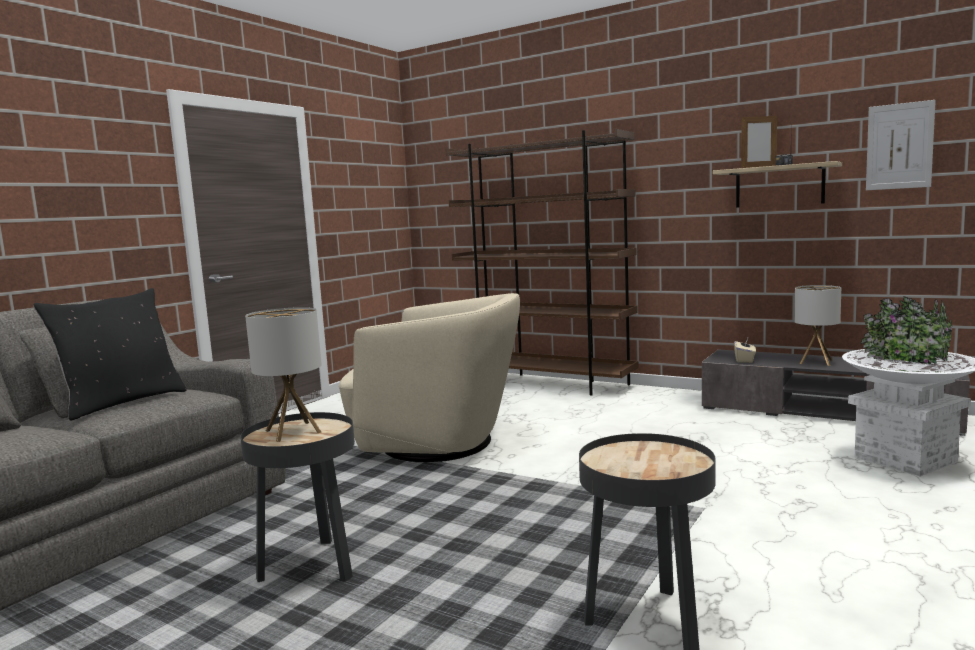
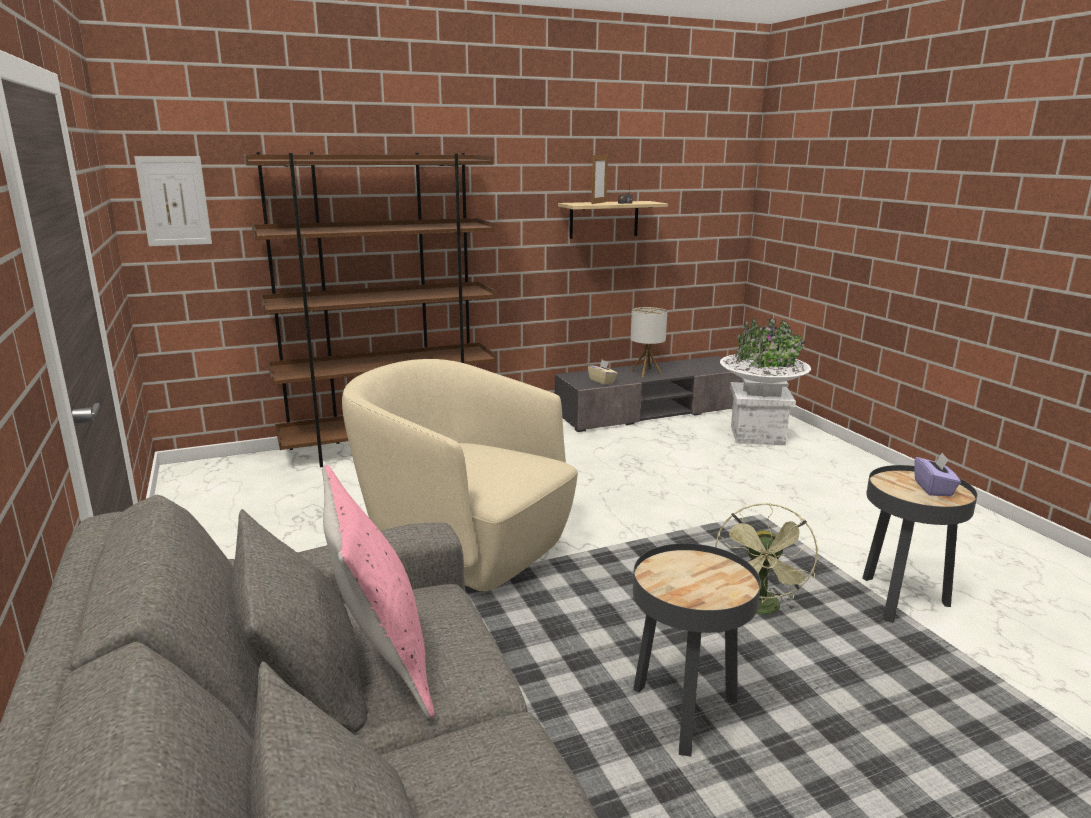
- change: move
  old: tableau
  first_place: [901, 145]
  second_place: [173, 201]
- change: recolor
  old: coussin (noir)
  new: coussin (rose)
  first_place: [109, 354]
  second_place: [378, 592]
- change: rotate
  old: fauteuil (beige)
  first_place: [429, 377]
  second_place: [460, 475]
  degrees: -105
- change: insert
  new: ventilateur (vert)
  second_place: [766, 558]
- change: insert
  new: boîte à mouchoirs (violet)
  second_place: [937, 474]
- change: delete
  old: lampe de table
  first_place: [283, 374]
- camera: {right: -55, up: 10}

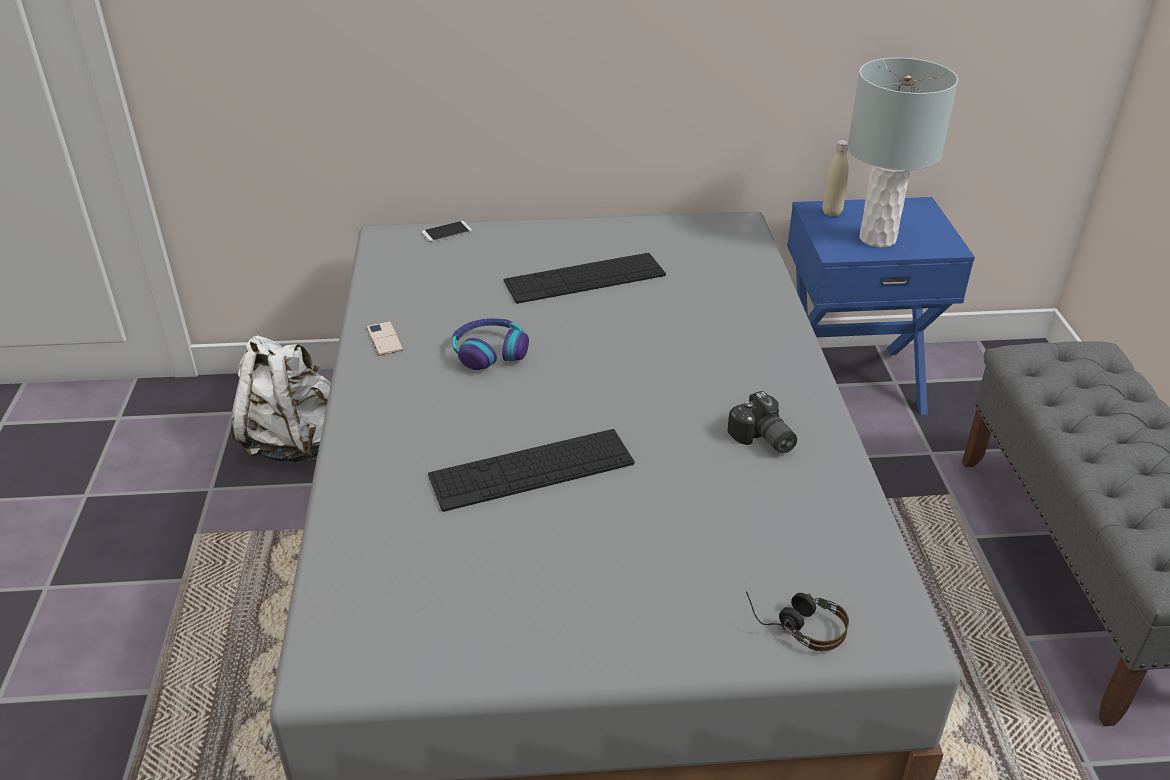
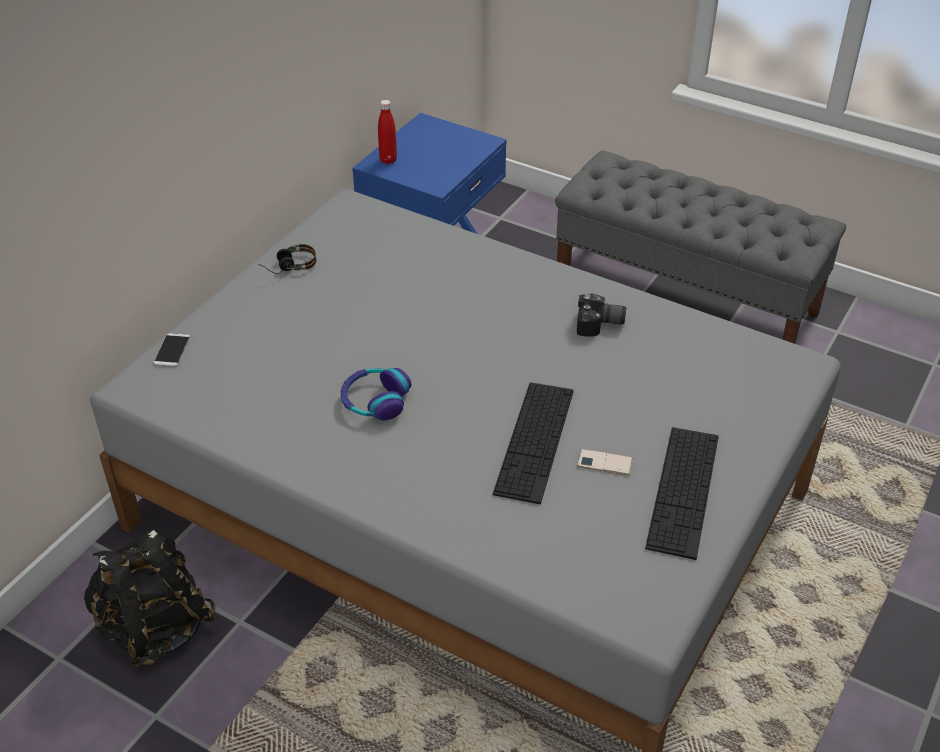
- change: recolor
  old: sac à dos (blanc)
  new: sac à dos (noir)
  first_place: [281, 399]
  second_place: [150, 597]
- change: move
  old: casque audio
  first_place: [797, 621]
  second_place: [287, 259]
- change: recolor
  old: bouteille (beige)
  new: bouteille (rouge)
  first_place: [836, 178]
  second_place: [387, 132]
- change: move
  old: téléphone
  first_place: [385, 338]
  second_place: [605, 462]
- change: move
  old: clavier
  first_place: [585, 278]
  second_place: [682, 493]
- change: delete
  old: lampe de table (gris)
  first_place: [902, 152]
- camera: {right: -55, up: 5}

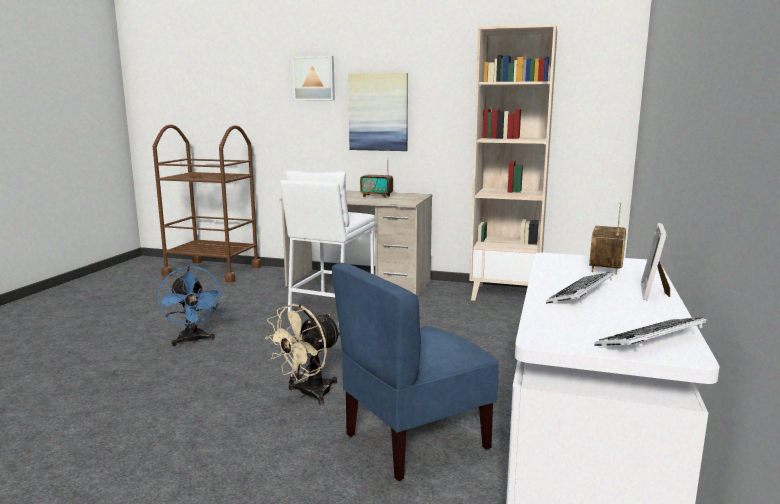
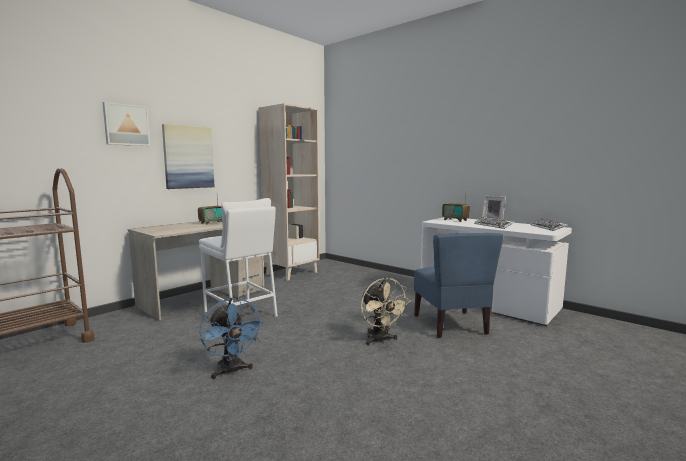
- change: rotate
  old: ventilateur (bleu)
  first_place: [190, 306]
  second_place: [232, 338]
  degrees: 60
- camera: {right: -65, up: -5}

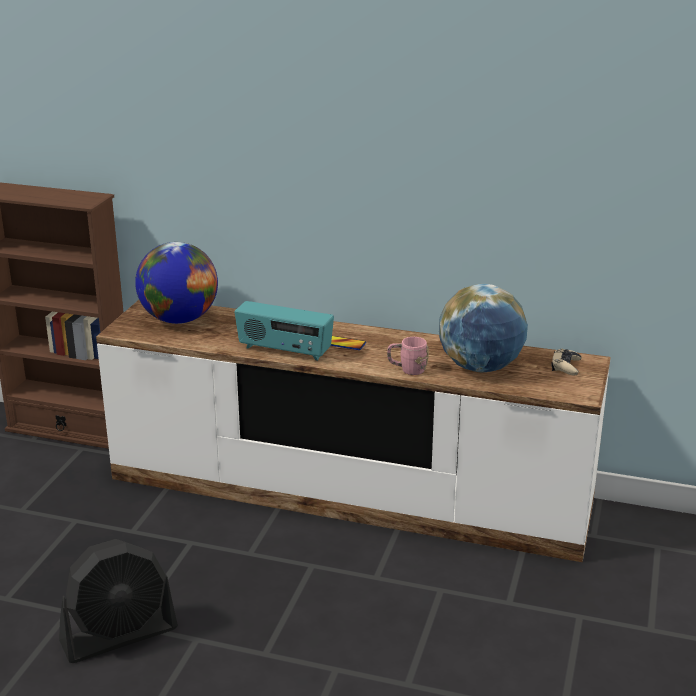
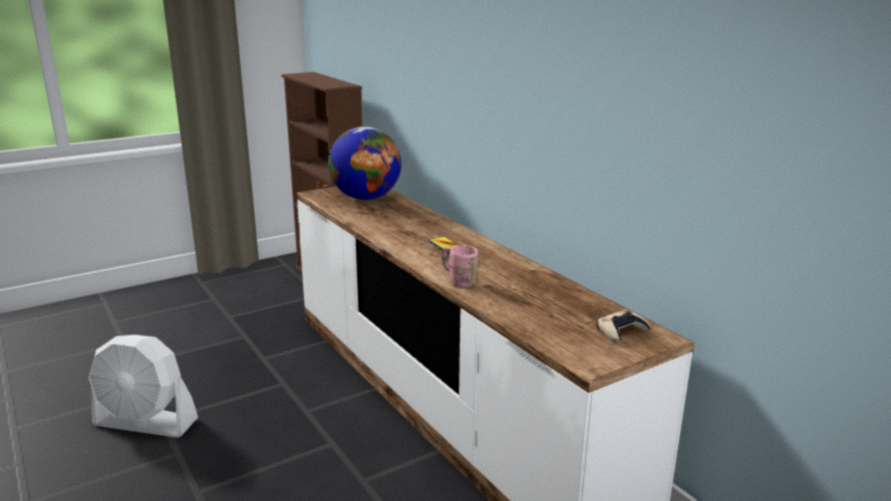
- change: recolor
  old: ventilateur (noir)
  new: ventilateur (blanc)
  first_place: [118, 601]
  second_place: [143, 386]
- change: delete
  old: radio
  first_place: [284, 331]
- change: delete
  old: globe
  first_place: [483, 328]
- camera: {right: 40, up: -5}

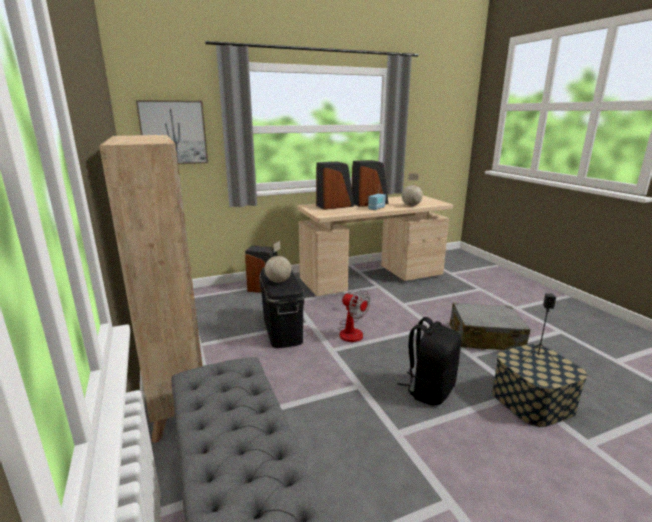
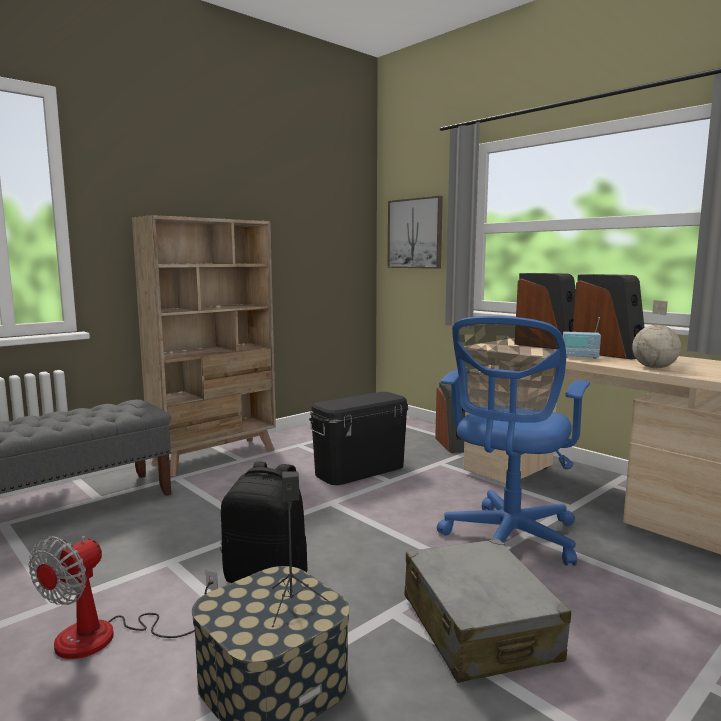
- change: move
  old: ventilateur
  first_place: [354, 316]
  second_place: [123, 597]
- change: insert
  new: chaise de bureau (bleu)
  second_place: [513, 441]
- change: delete
  old: globe
  first_place: [278, 262]
- camera: {right: 70, up: -10}

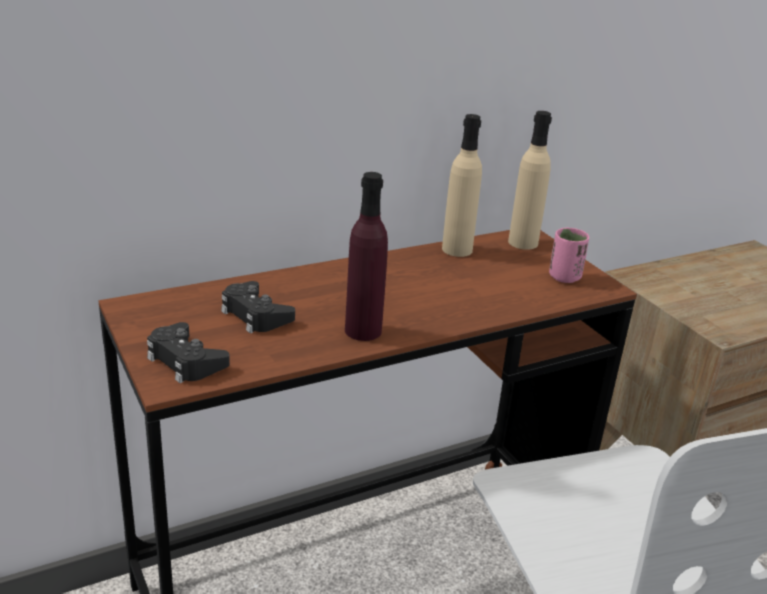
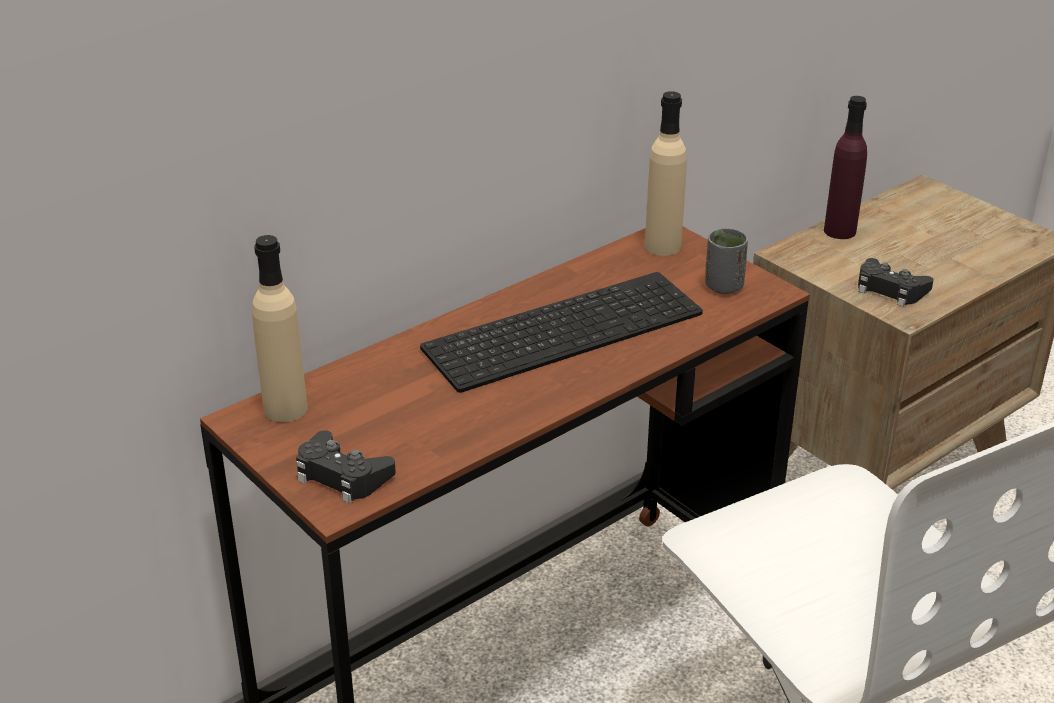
- change: move
  old: bouteille (beige)
  first_place: [462, 185]
  second_place: [280, 328]
- change: insert
  new: clavier
  second_place: [561, 332]
- change: recolor
  old: tasse (rose)
  new: tasse (gris)
  first_place: [569, 255]
  second_place: [726, 261]
- change: move
  old: bouteille (violet)
  first_place: [366, 256]
  second_place: [845, 167]
- change: move
  old: manette (noir)
  first_place: [258, 307]
  second_place: [896, 282]
- camera: {right: -10, up: 5}

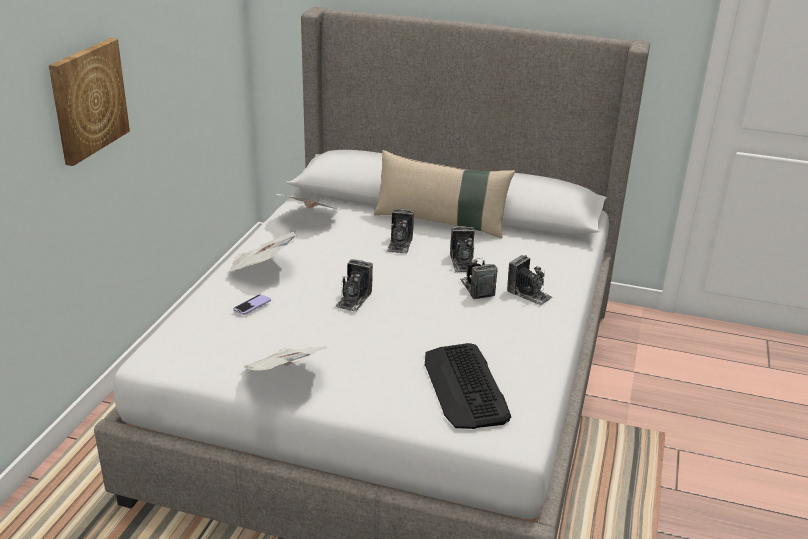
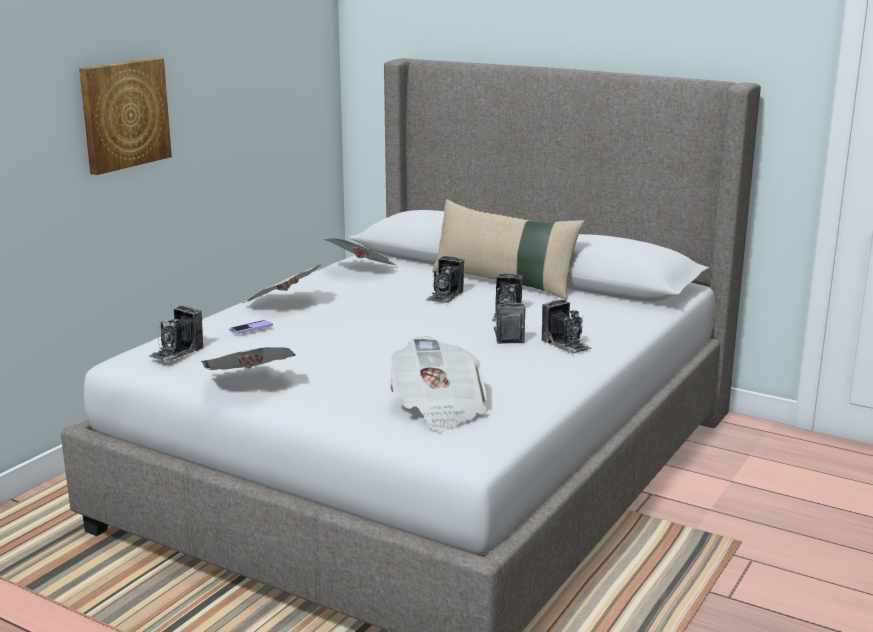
- change: move
  old: appareil photo
  first_place: [354, 285]
  second_place: [175, 333]
- change: replace
  old: clavier
  new: journal
  first_place: [468, 386]
  second_place: [439, 384]
- camera: {right: 15, up: -10}

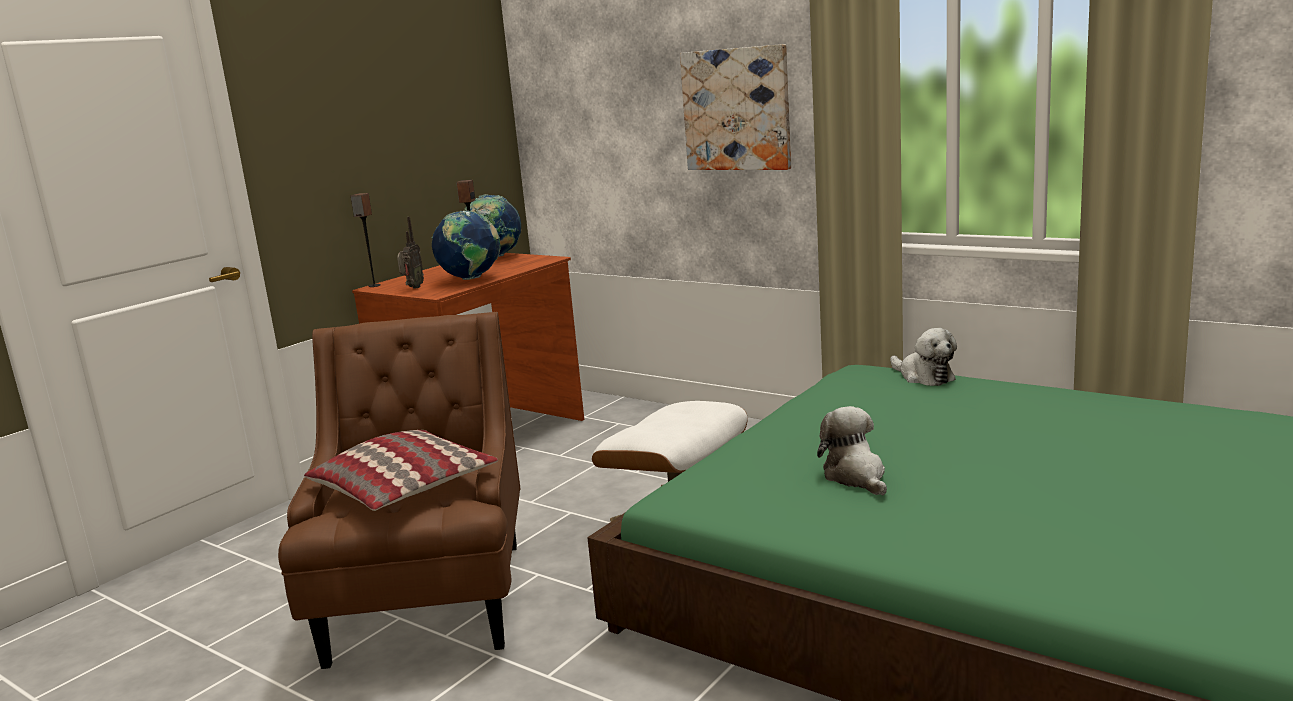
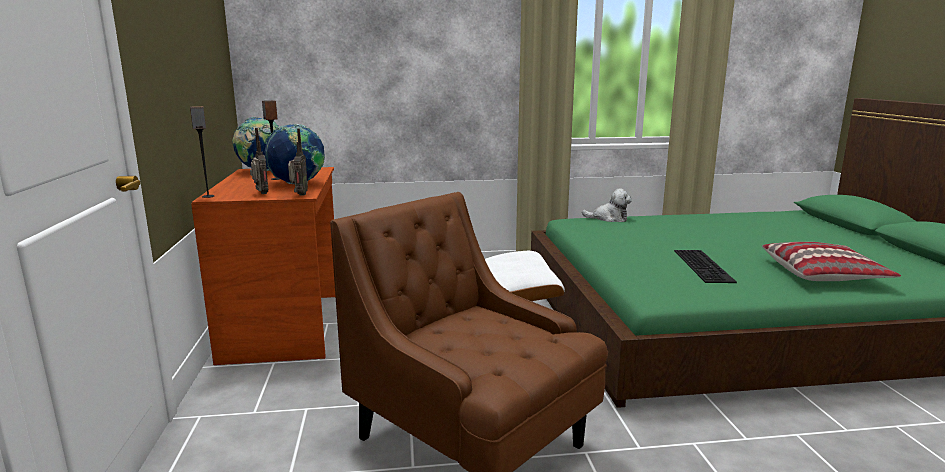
- change: insert
  new: radio
  second_place: [298, 162]
- change: replace
  old: peluche
  new: clavier
  first_place: [852, 451]
  second_place: [705, 266]
- change: move
  old: coussin
  first_place: [401, 470]
  second_place: [831, 261]
- change: delete
  old: tableau
  first_place: [735, 107]
- camera: {right: -45, up: 0}

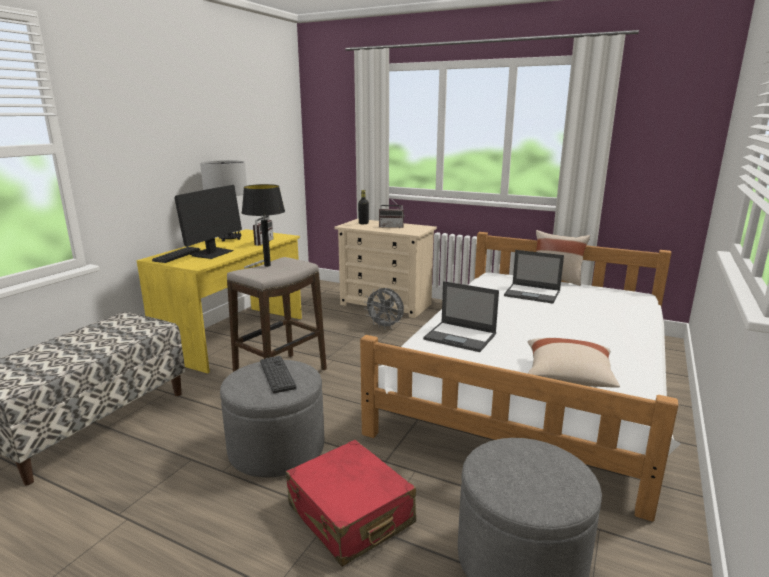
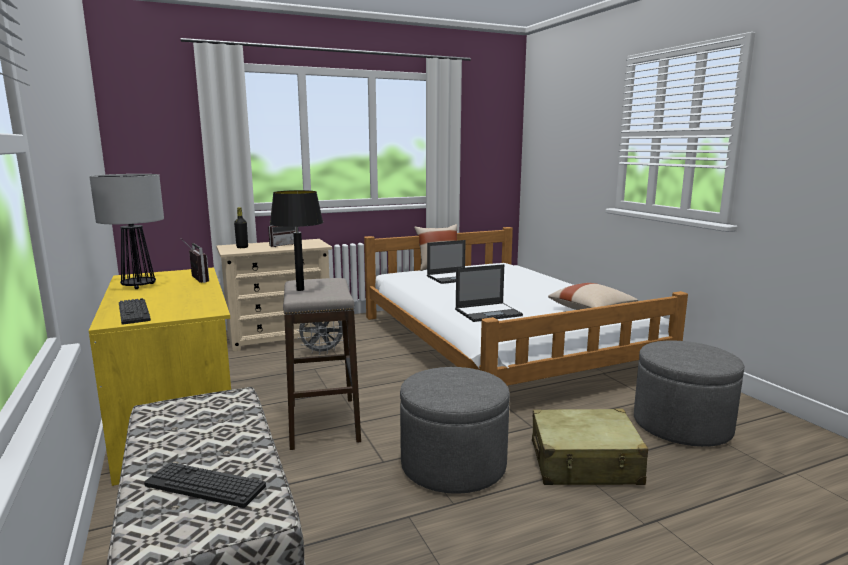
- change: move
  old: clavier
  first_place: [278, 374]
  second_place: [205, 485]
- change: recolor
  old: valise (rouge)
  new: valise (beige)
  first_place: [351, 503]
  second_place: [590, 446]
- change: delete
  old: écran d'ordinateur
  first_place: [208, 222]
- camera: {right: -50, up: -5}

